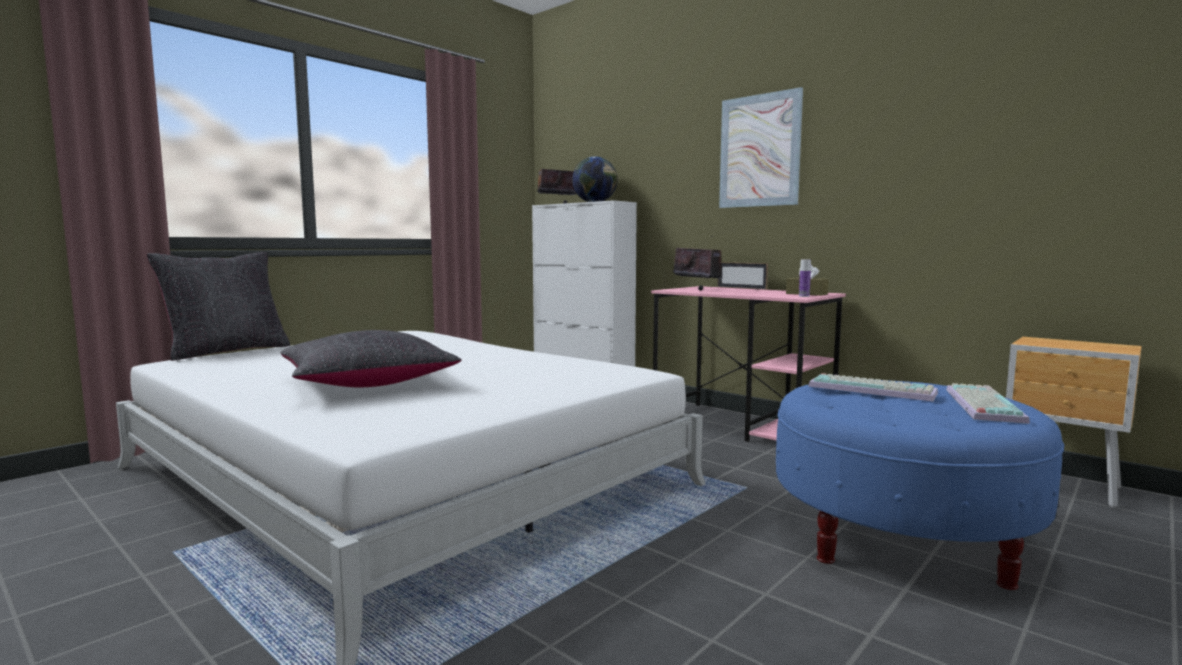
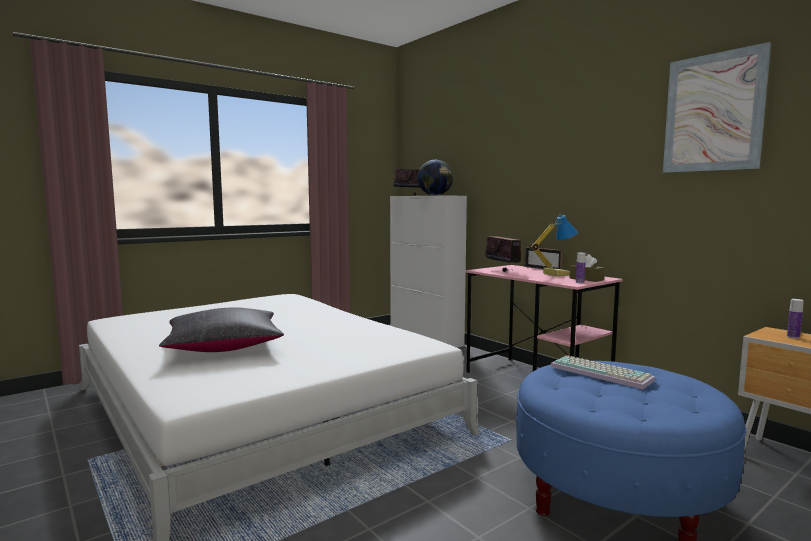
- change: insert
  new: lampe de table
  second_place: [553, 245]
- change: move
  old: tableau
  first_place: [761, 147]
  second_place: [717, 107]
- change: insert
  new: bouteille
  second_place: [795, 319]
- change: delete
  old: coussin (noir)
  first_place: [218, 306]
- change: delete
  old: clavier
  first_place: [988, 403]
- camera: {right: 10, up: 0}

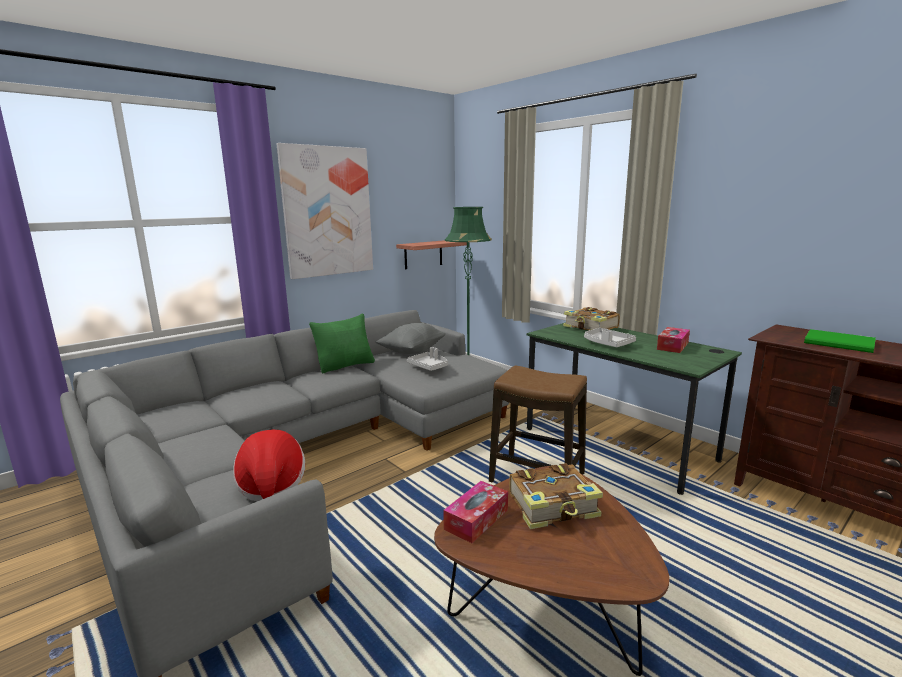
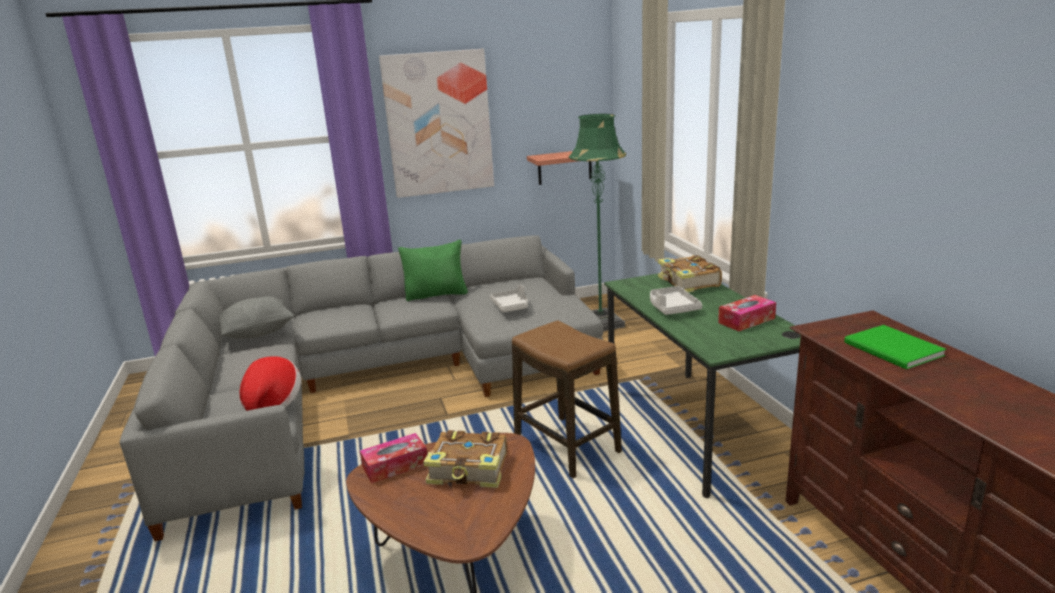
- change: move
  old: coussin (gris)
  first_place: [410, 338]
  second_place: [257, 317]
- camera: {right: 25, up: 5}

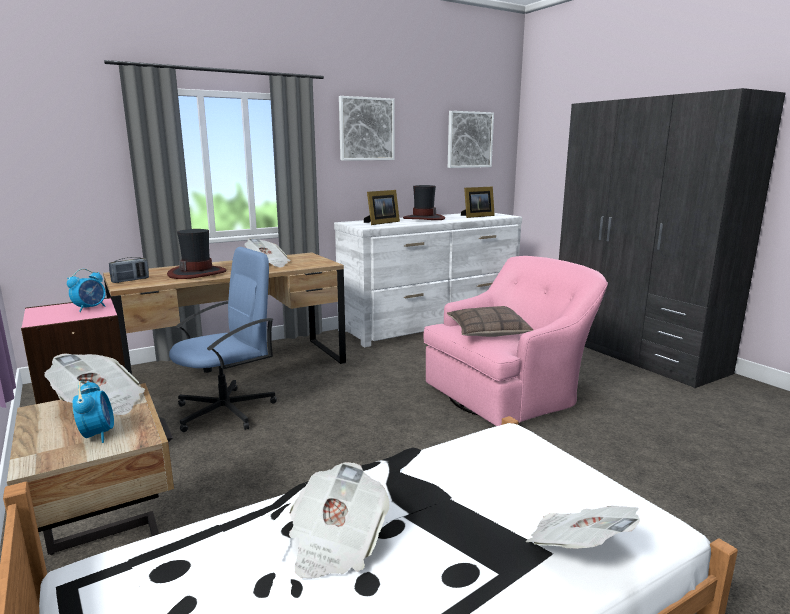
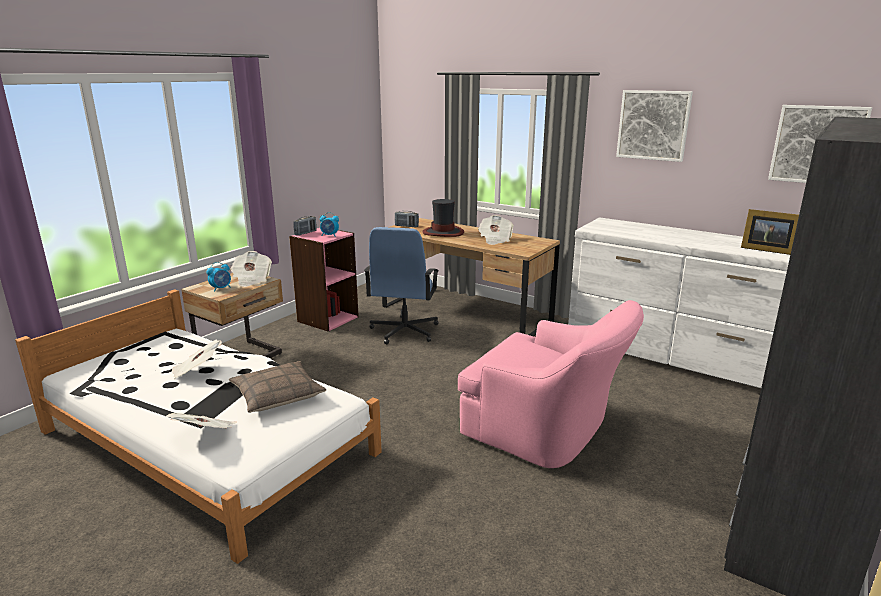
- change: move
  old: coussin
  first_place: [490, 321]
  second_place: [277, 387]
- change: insert
  new: radio
  second_place: [304, 226]
- change: rotate
  old: chaise de bureau (bleu)
  first_place: [223, 339]
  second_place: [401, 286]
  degrees: 75
- change: delete
  old: cadre photo
  first_place: [382, 207]
- change: delete
  old: chapeau
  first_place: [424, 202]
- camera: {right: 65, up: 5}

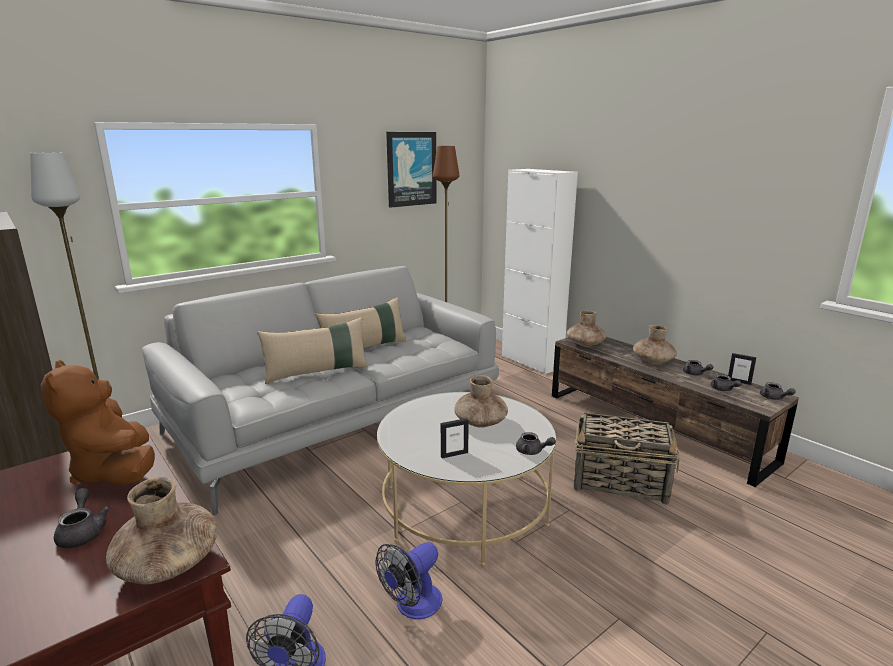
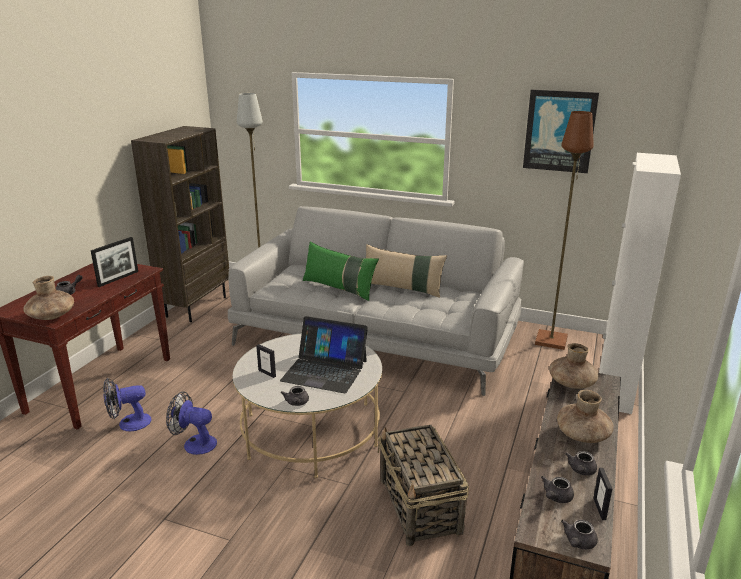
- change: replace
  old: peluche (marron)
  new: cadre photo
  first_place: [98, 422]
  second_place: [114, 262]
- change: replace
  old: vase (marron)
  new: ordinateur portable
  first_place: [481, 401]
  second_place: [324, 354]
- change: recolor
  old: coussin (beige)
  new: coussin (vert)
  first_place: [312, 350]
  second_place: [341, 271]
- camera: {right: 60, up: 5}

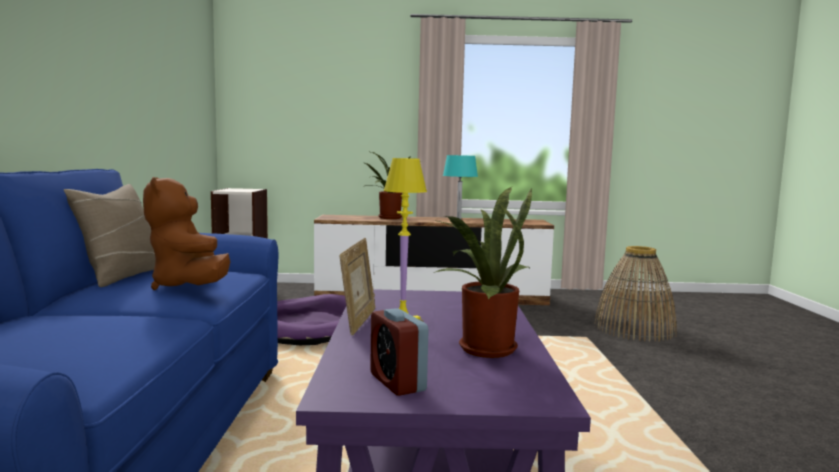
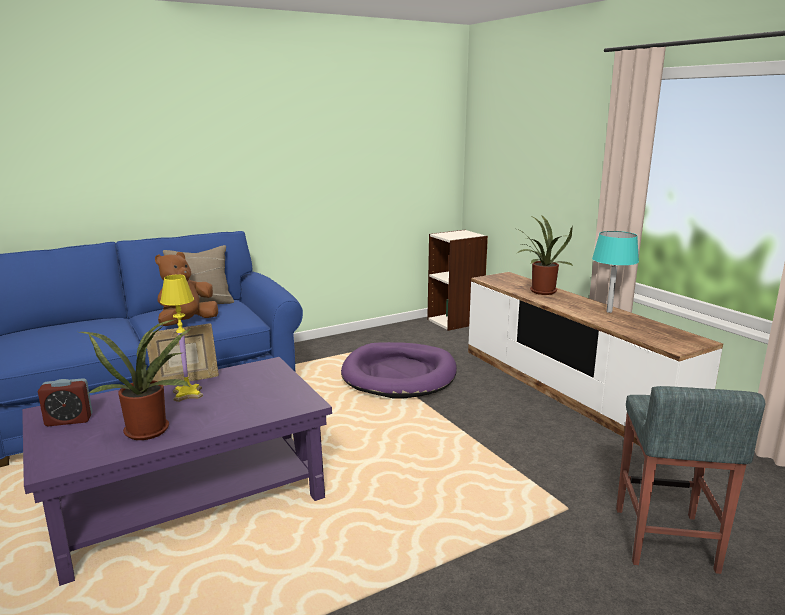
- change: rotate
  old: réveil
  first_place: [399, 352]
  second_place: [65, 402]
  degrees: -135
- change: replace
  old: panier
  new: tabouret (gris)
  first_place: [636, 294]
  second_place: [690, 480]
- camera: {right: 60, up: 10}

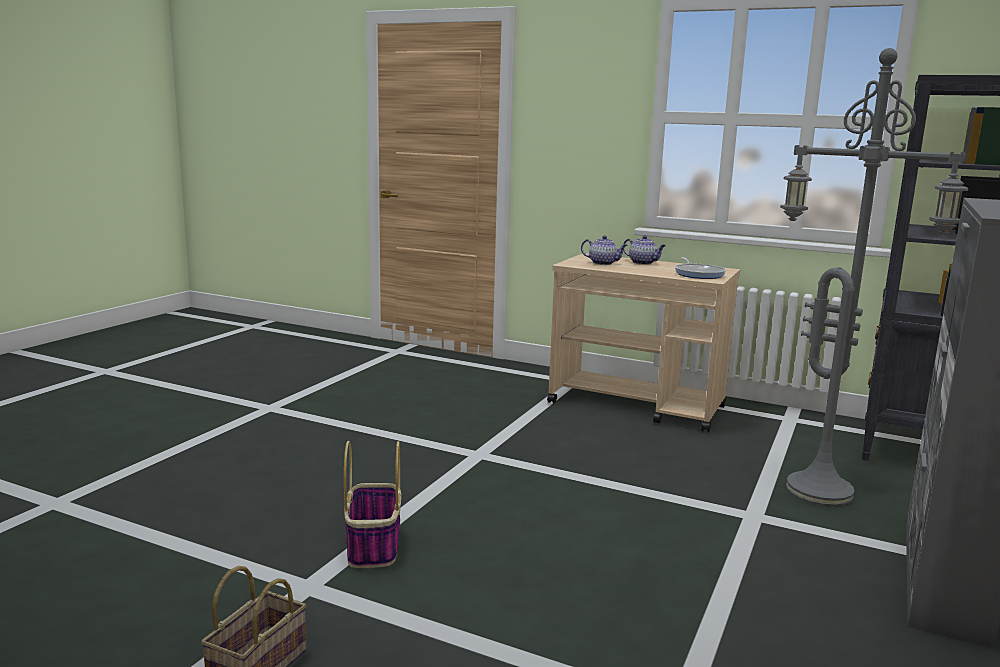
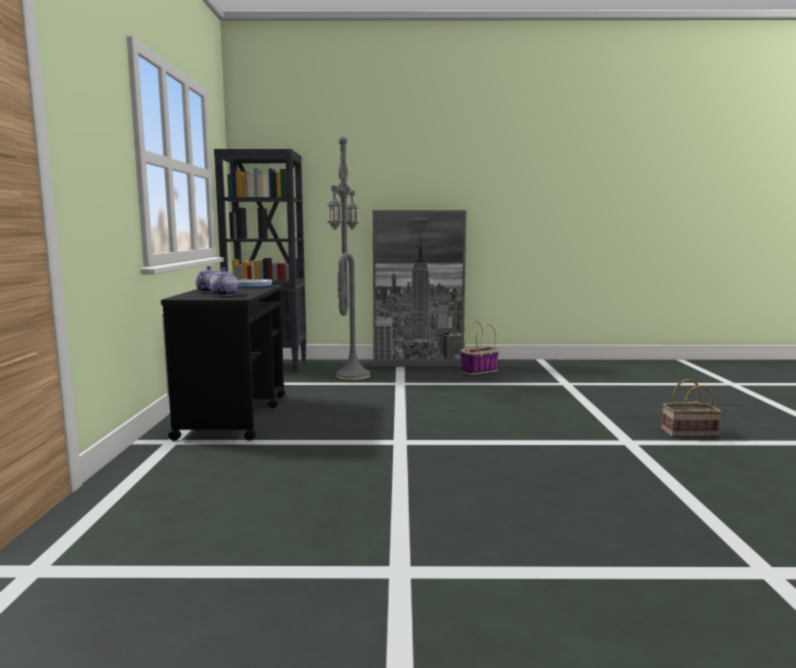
- change: recolor
  old: chariot (beige)
  new: chariot (noir)
  first_place: [643, 343]
  second_place: [223, 362]
- change: move
  old: panier
  first_place: [373, 504]
  second_place: [479, 348]
- camera: {right: -115, up: -5}

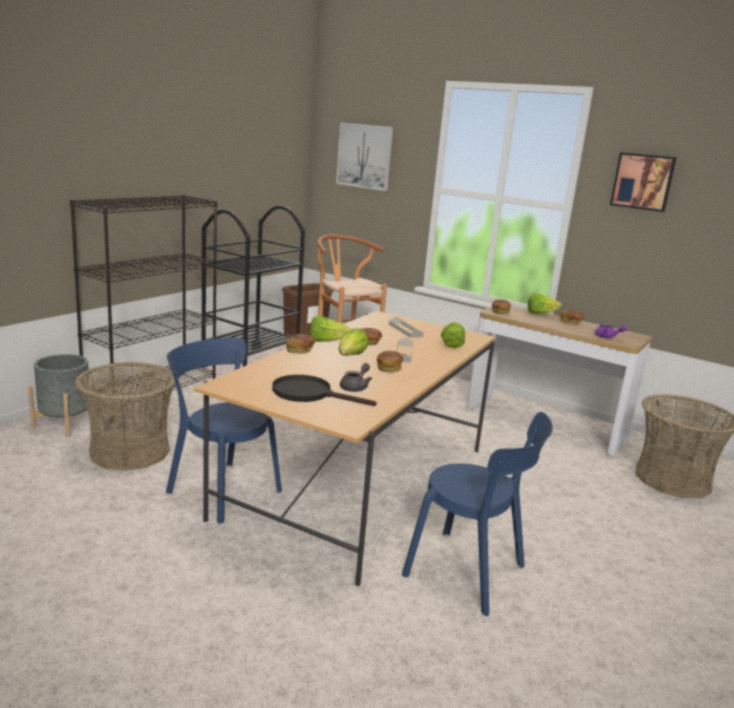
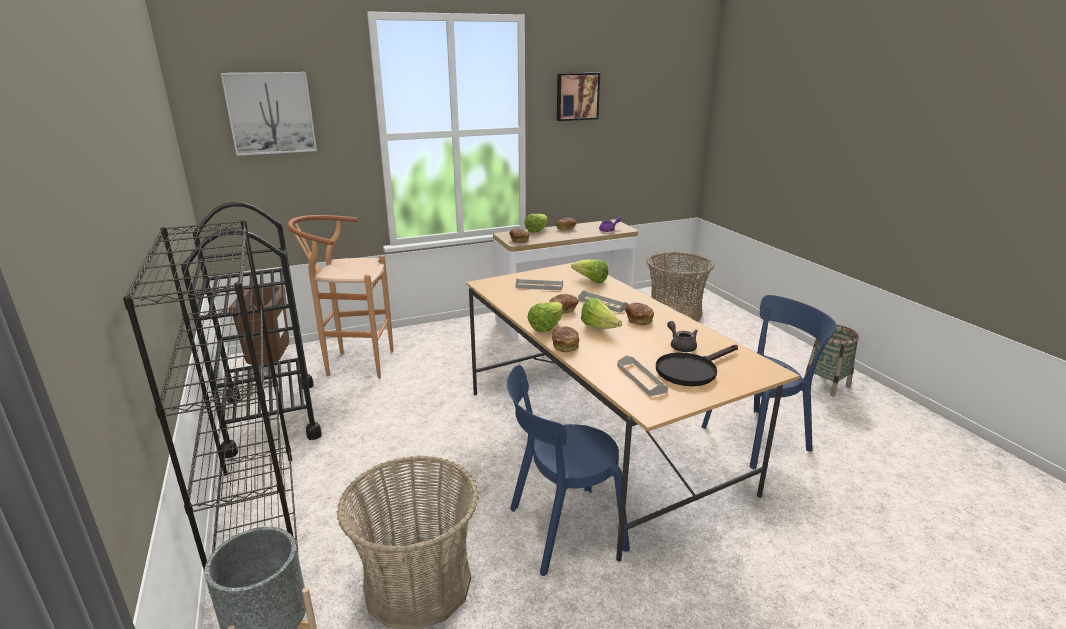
- change: insert
  new: plateau (gris)
  second_place: [642, 376]
- change: insert
  new: panier
  second_place: [831, 361]
- camera: {right: -55, up: 5}

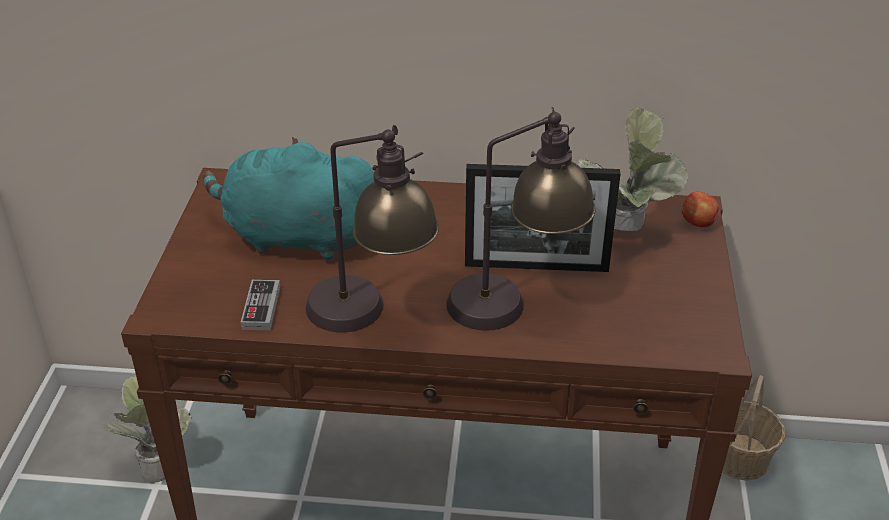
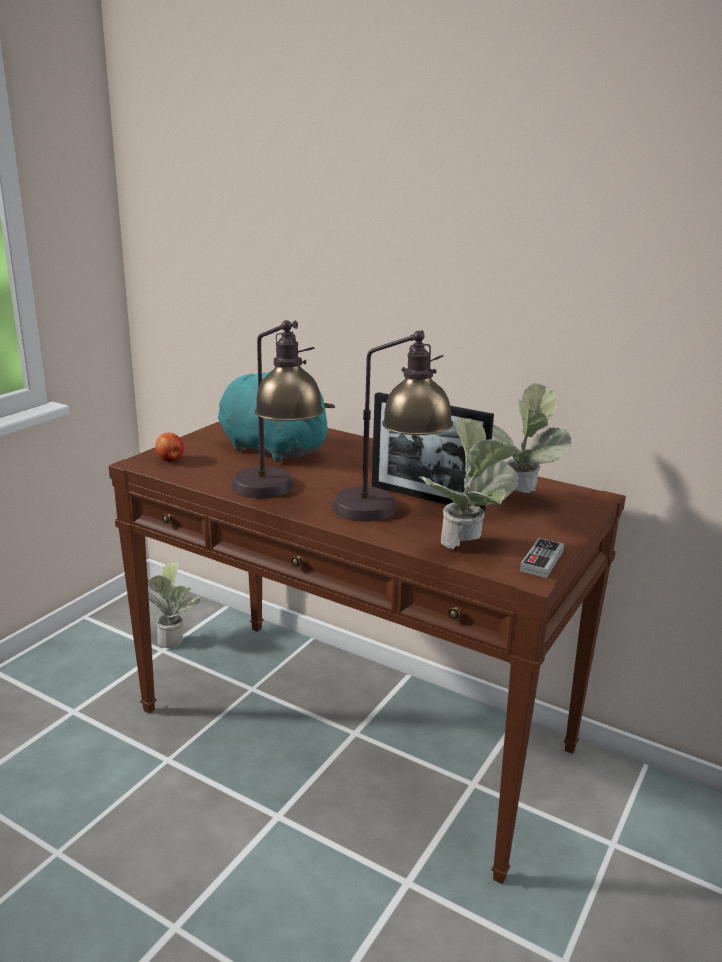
- change: move
  old: pomme
  first_place: [700, 209]
  second_place: [169, 447]
- change: insert
  new: plante en pot
  second_place: [469, 483]
- change: move
  old: manette
  first_place: [260, 305]
  second_place: [542, 558]
- change: delete
  old: panier
  first_place: [753, 428]
- camera: {right: 25, up: -15}

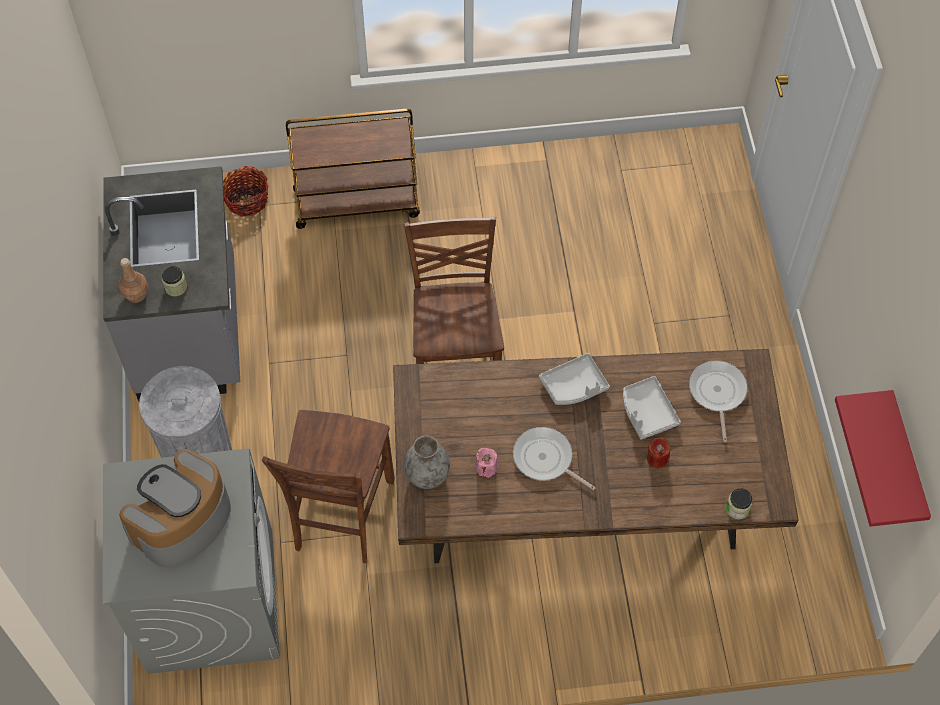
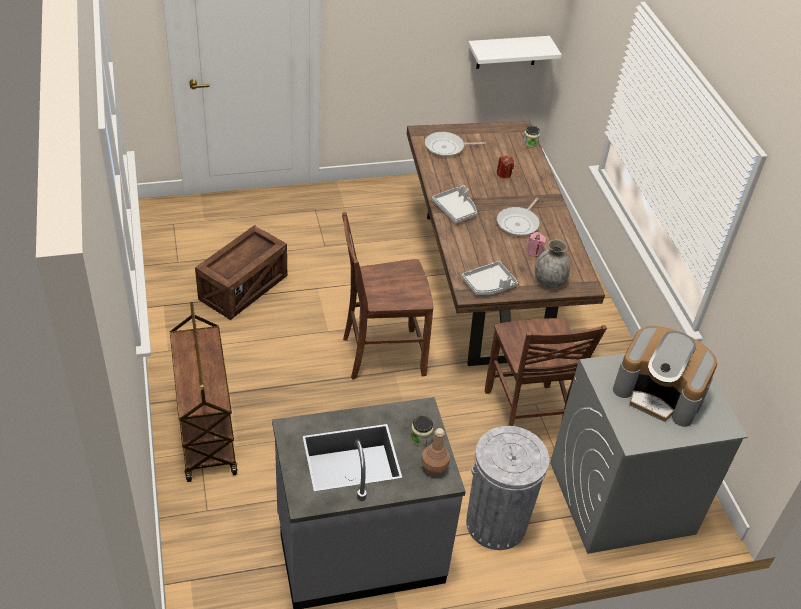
- change: insert
  new: caisse
  second_place: [241, 272]
- change: move
  old: plateau (gris)
  first_place: [652, 408]
  second_place: [490, 278]
- change: recolor
  old: étagère (rouge)
  new: étagère (blanc)
  first_place: [883, 458]
  second_place: [515, 52]
- change: rotate
  old: chaise (marron)
  first_place: [328, 486]
  second_place: [546, 372]
  degrees: 75
- change: delete
  old: panier
  first_place: [245, 191]
- camera: {right: -100, up: -15}

